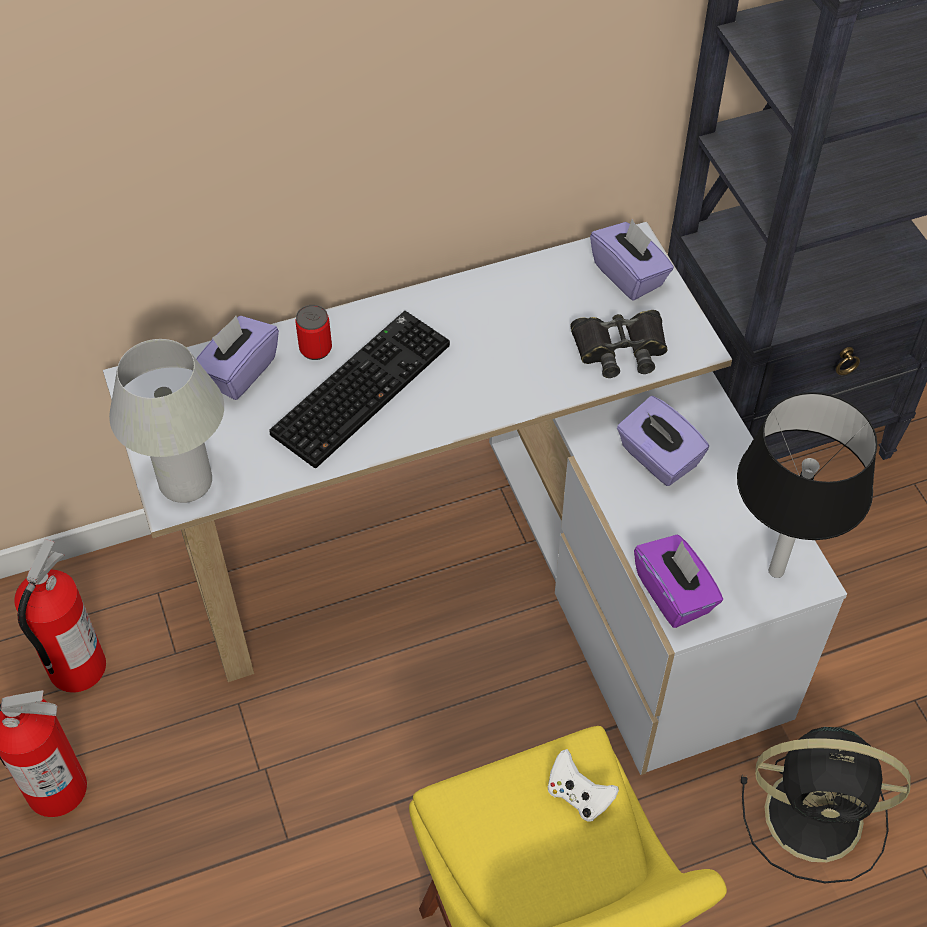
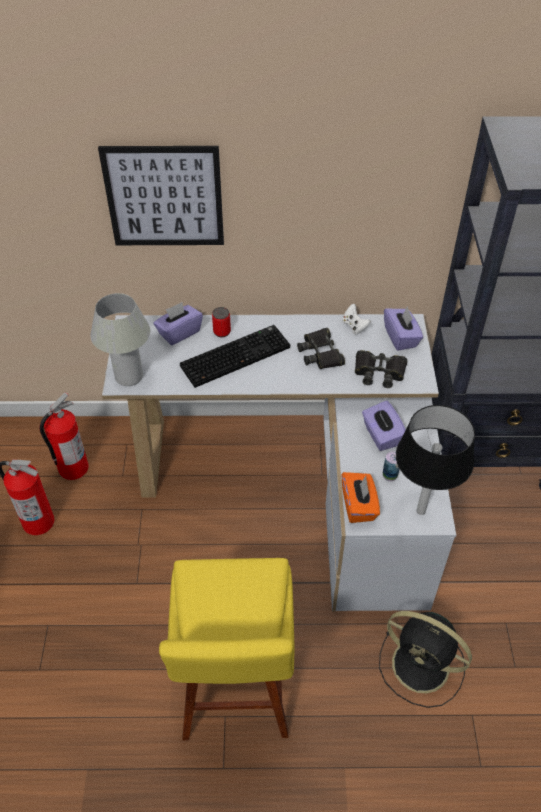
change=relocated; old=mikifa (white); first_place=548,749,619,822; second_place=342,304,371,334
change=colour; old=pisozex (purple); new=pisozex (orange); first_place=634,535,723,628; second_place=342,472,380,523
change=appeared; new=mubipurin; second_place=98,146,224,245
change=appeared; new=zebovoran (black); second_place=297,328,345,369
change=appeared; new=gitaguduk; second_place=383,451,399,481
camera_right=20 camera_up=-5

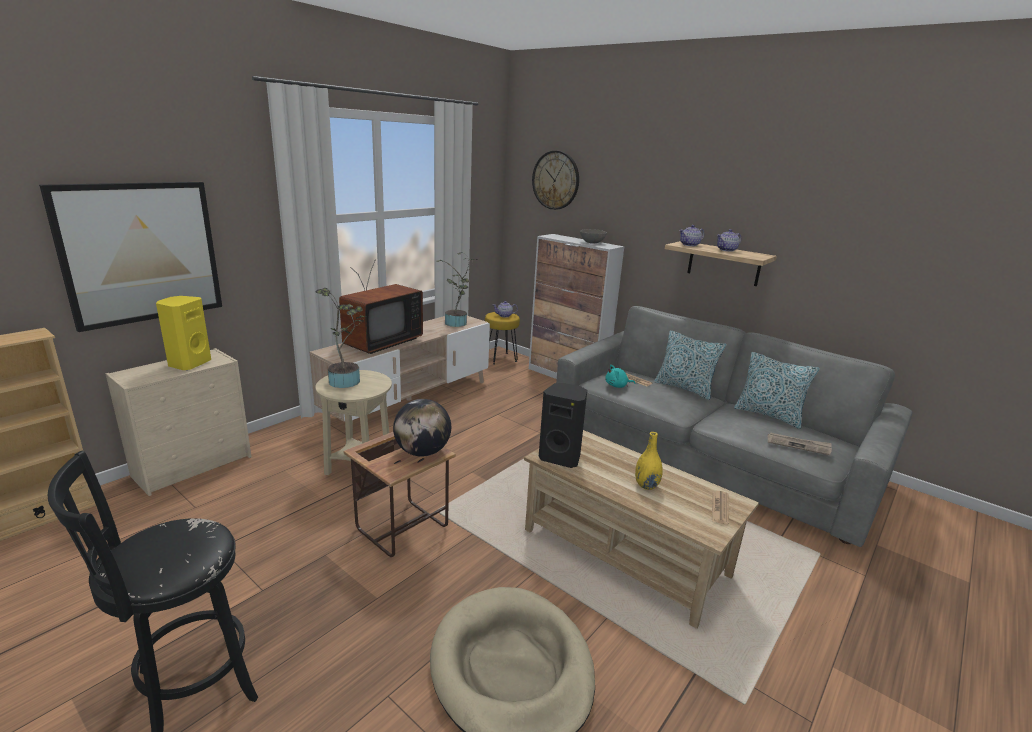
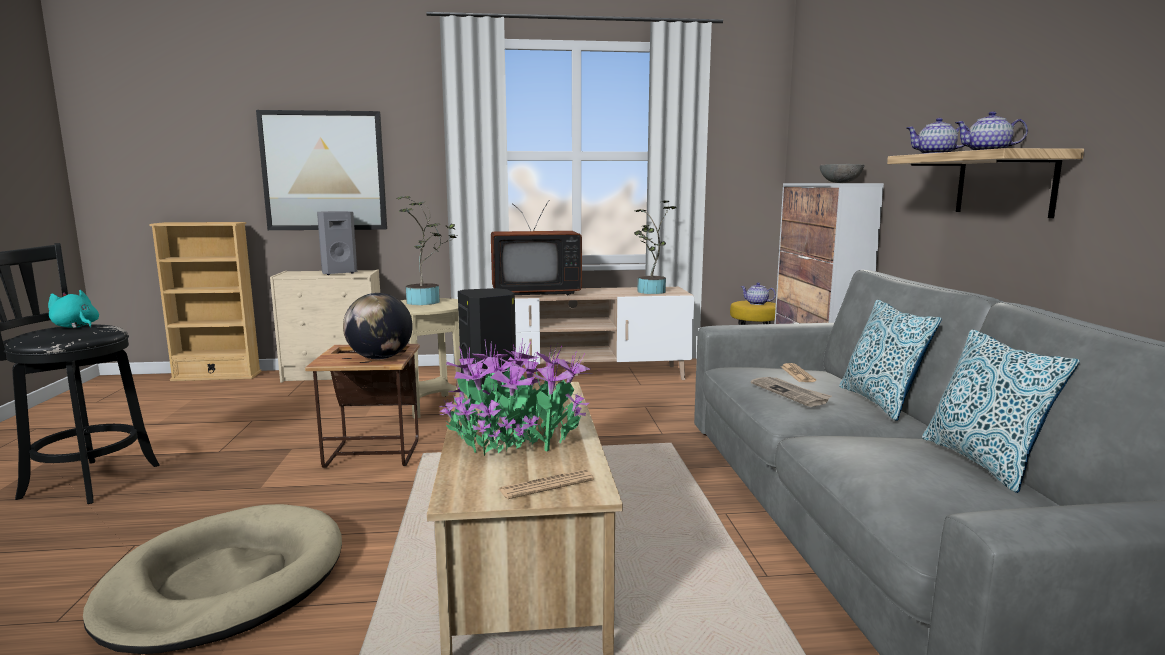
change=colour; old=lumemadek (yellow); new=lumemadek (grey); first_place=156,296,211,370; second_place=317,211,357,275
change=missing; old=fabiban; first_place=532,151,579,210
change=relocated; old=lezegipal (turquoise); first_place=605,365,635,388; second_place=48,290,99,328
change=exchanged; old=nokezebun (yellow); new=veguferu; first_place=635,432,663,490; second_place=439,338,592,456
change=relocated; old=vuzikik; first_place=768,432,832,455; second_place=751,377,832,407
camera_right=45 camera_up=-10

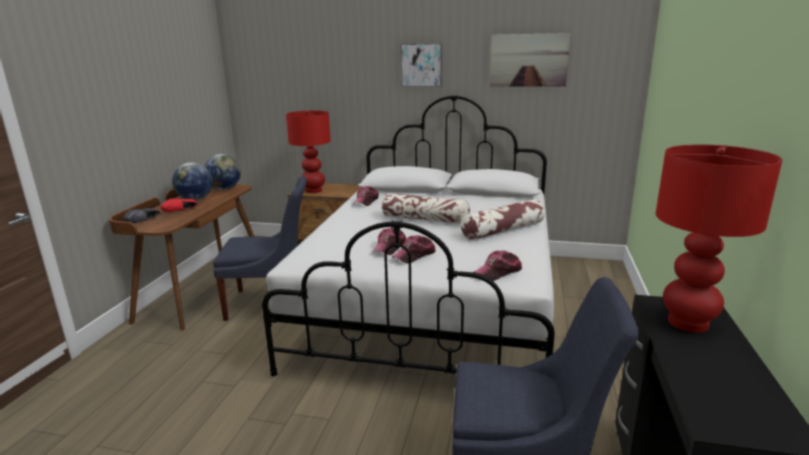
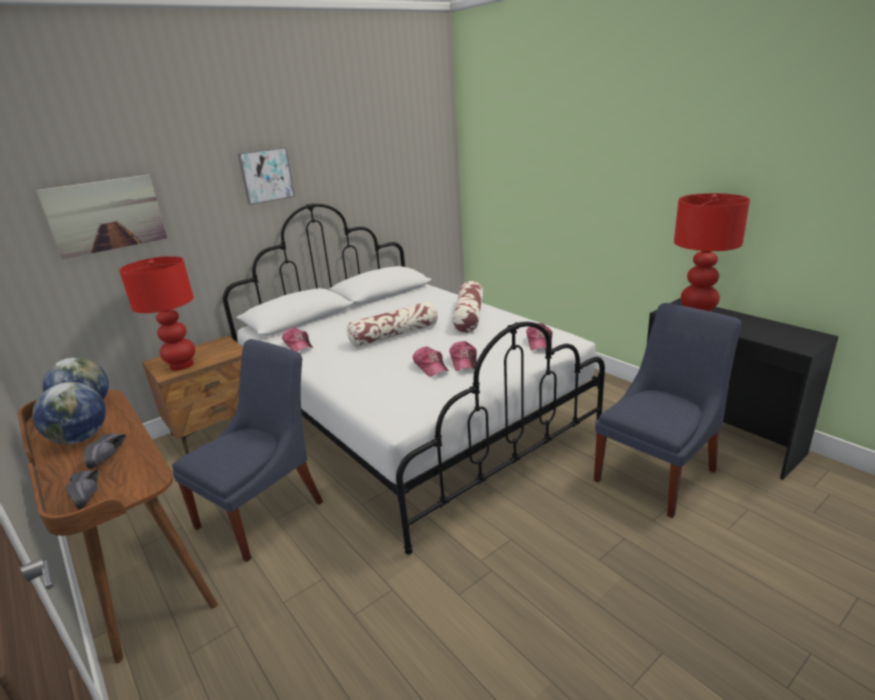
change=colour; old=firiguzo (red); new=firiguzo (black); first_place=161,198,198,212; second_place=84,433,126,469
change=relocated; old=mubipurin; first_place=490,33,570,87; second_place=37,175,167,259
camera_right=-50 camera_up=5

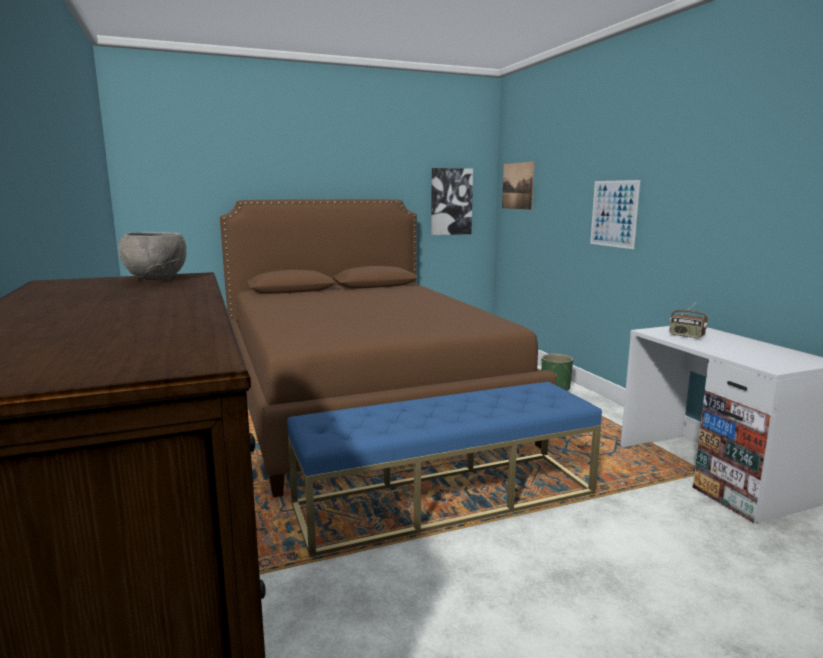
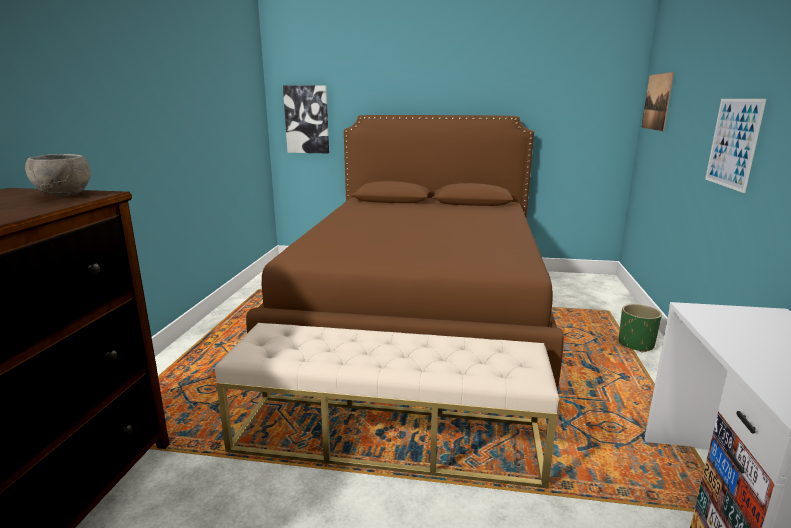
change=colour; old=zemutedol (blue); new=zemutedol (beige); first_place=287,382,602,557; second_place=215,323,559,488
change=relocated; old=mubipurin; first_place=431,168,473,235; second_place=283,85,329,153
change=missing; old=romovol; first_place=669,301,708,339
camera_right=30 camera_up=5

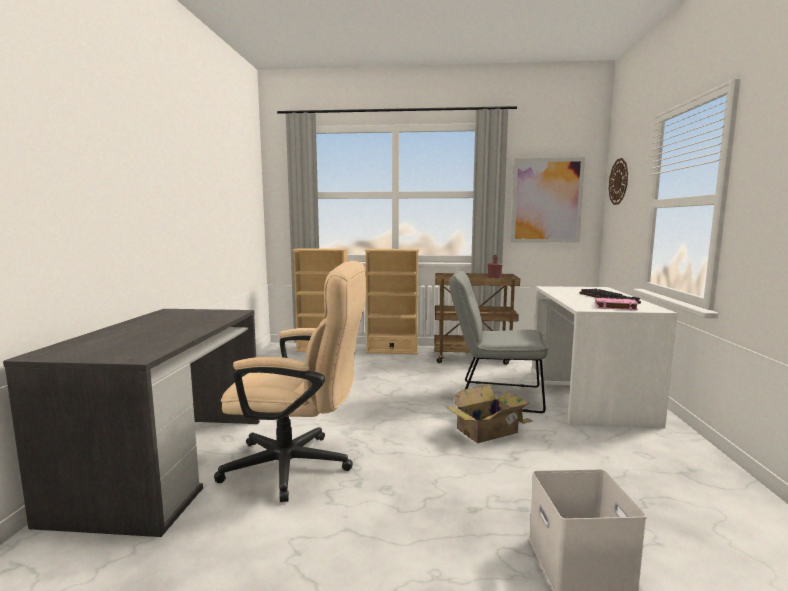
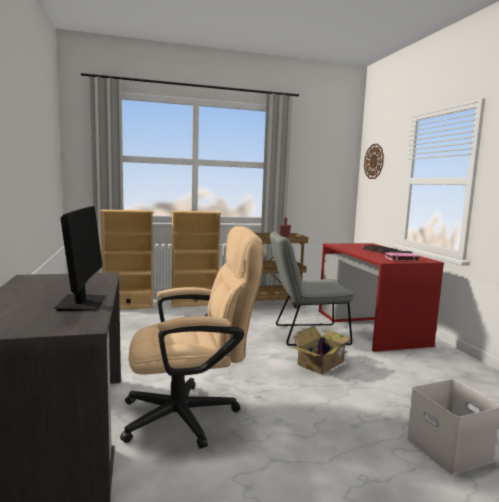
change=missing; old=mubipurin; first_place=511,158,585,243
change=colour; old=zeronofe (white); new=zeronofe (red); first_place=532,286,678,428; second_place=319,243,444,352
change=appeared; new=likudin; second_place=54,206,107,311
camera_right=-20 camera_up=0

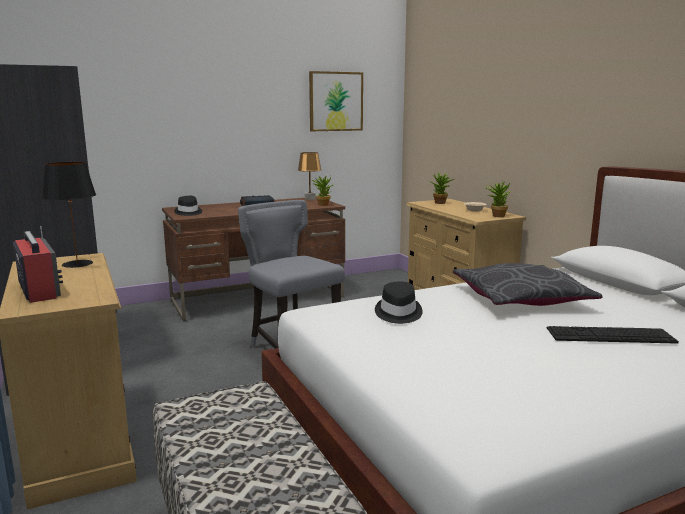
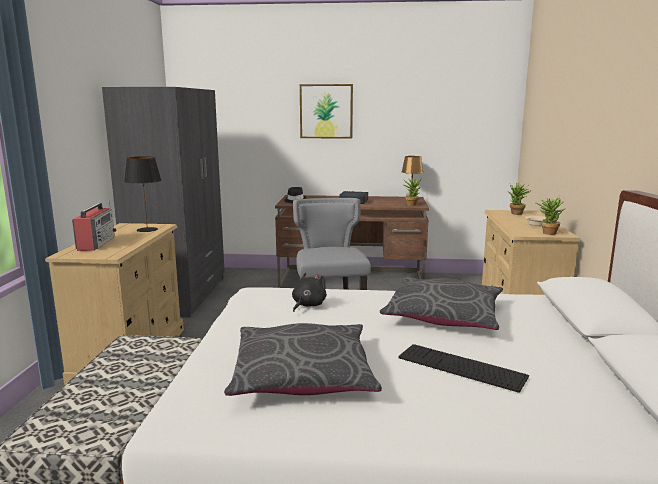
change=relocated; old=mubipurin; first_place=309,71,363,131; second_place=300,84,353,139
change=exchanged; old=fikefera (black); new=lezegipal (black); first_place=375,282,423,324; second_place=292,273,327,312
change=appeared; new=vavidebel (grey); second_place=224,323,382,396
camera_right=30 camera_up=0

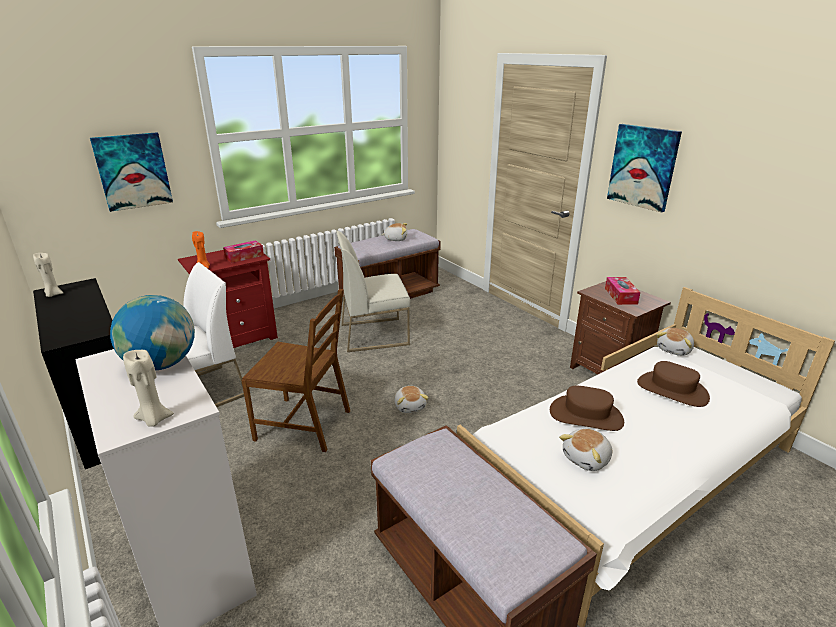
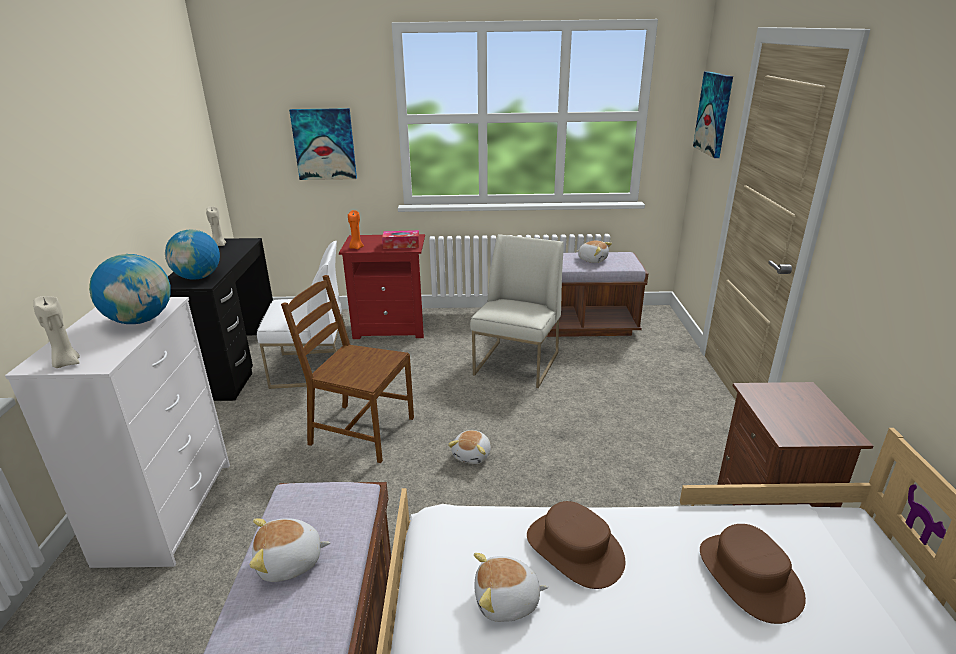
change=spun; old=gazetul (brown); first_place=241,289,350,452; second_place=281,275,414,463; degrees=150
change=spun; old=gazetul (white); first_place=336,231,410,352; second_place=470,234,564,388; degrees=90
change=missing; old=pisozex; first_place=605,277,640,305
change=relocated; old=mubipurin; first_place=607,124,682,213; second_place=693,71,733,158
change=relocated; old=lezegipal; first_place=656,328,694,356; second_place=249,518,330,582
change=appeared; new=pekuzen; second_place=165,229,220,280
camera_right=35 camera_up=0

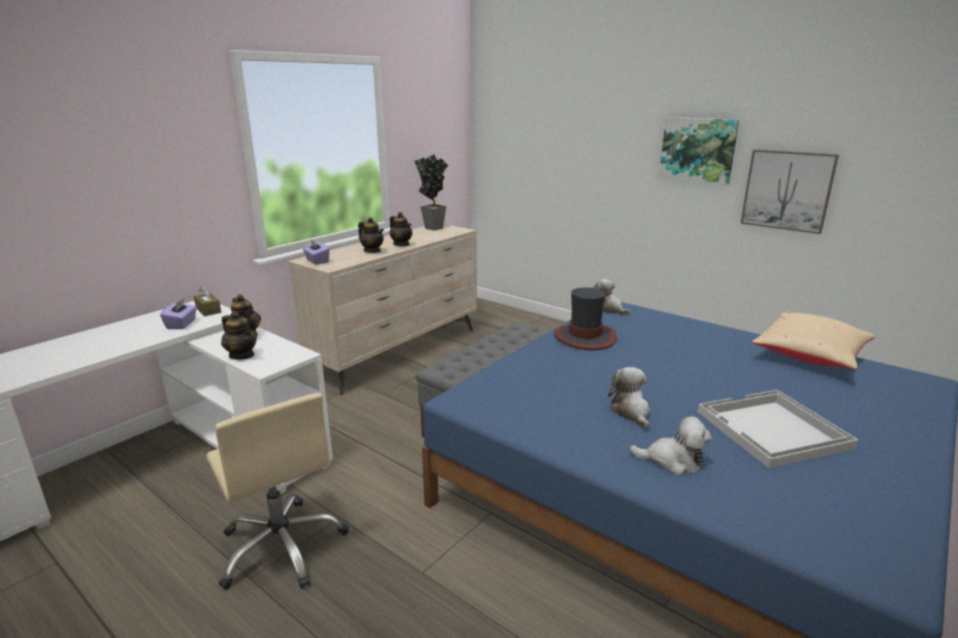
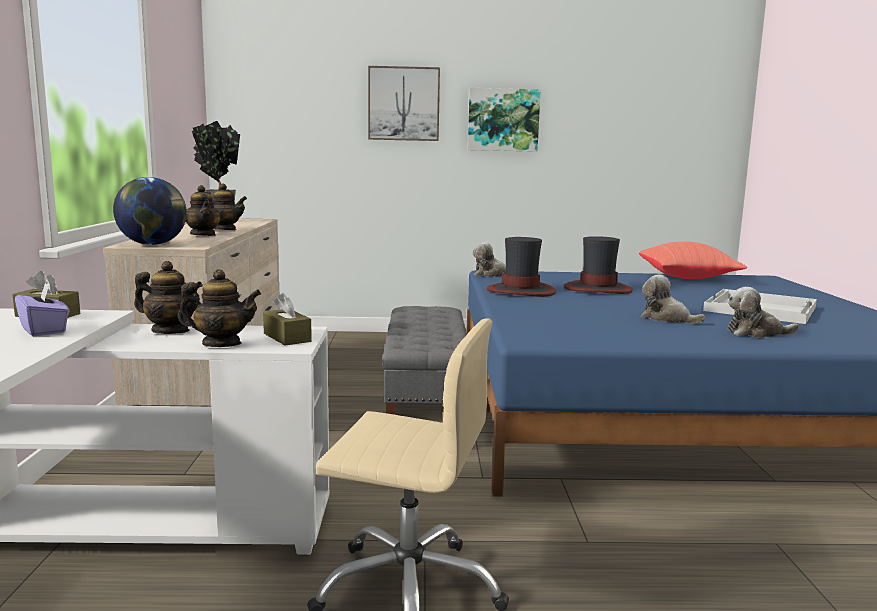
change=exchanged; old=pisozex (purple); new=pekuzen; first_place=303,239,329,264; second_place=113,177,187,245
change=spun; old=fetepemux; first_place=358,217,384,253; second_place=185,185,222,236; degrees=60
change=spun; old=lezegipal; first_place=630,416,712,476; second_place=728,287,799,338; degrees=-150
change=relocated; old=mubipurin; first_place=740,149,839,234; second_place=368,66,440,141
change=colour; old=vavidebel (beige); new=vavidebel (red); first_place=752,313,876,370; second_place=639,241,747,279
change=appeared; new=pisozex (brown); second_place=263,293,312,346
change=appeared; new=fikefera; second_place=564,236,633,294
camera_right=-40 camera_up=-10

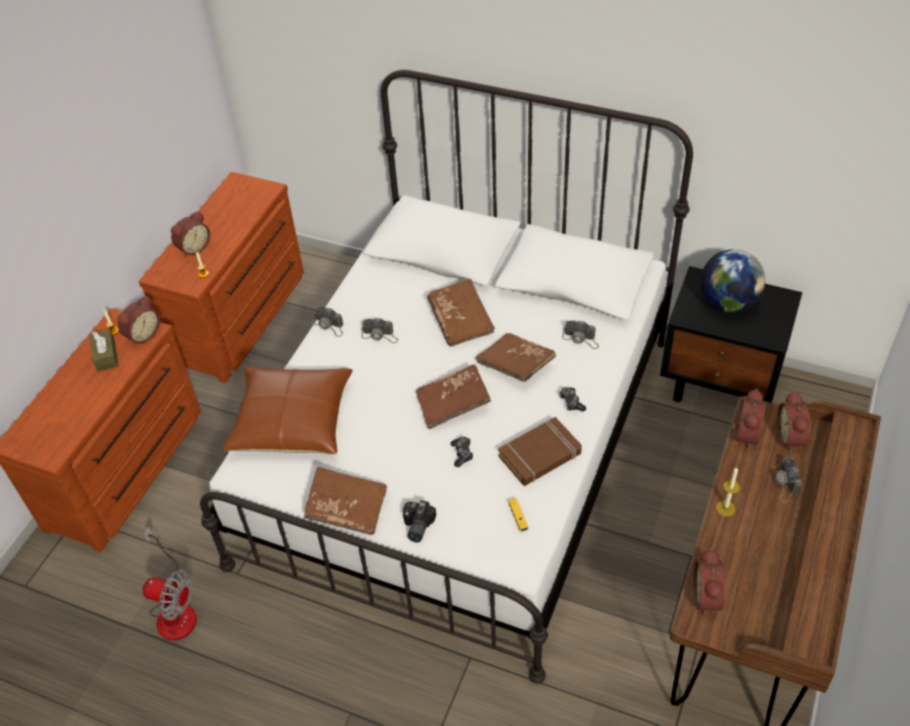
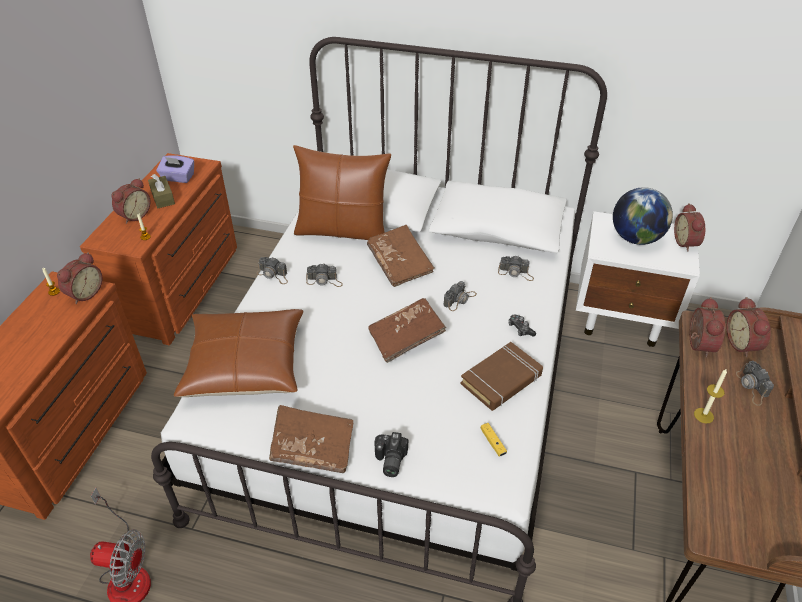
change=relocated; old=pisozex (brown); first_place=89,329,118,372; second_place=148,174,175,208
change=missing; old=mikifa; first_place=451,436,473,467
change=exchanged; old=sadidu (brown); new=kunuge; first_place=476,333,556,382; second_place=443,281,477,311
change=colour; old=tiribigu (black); new=tiribigu (white); first_place=660,266,802,403; second_place=576,211,700,347
change=relocated; old=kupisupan; first_place=693,548,727,615; second_place=674,203,705,252
change=appeared; new=pisozex (purple); second_place=156,155,194,183
change=appeared; new=vavidebel (brown); second_place=293,145,391,240
camera_right=-10 camera_up=-5

